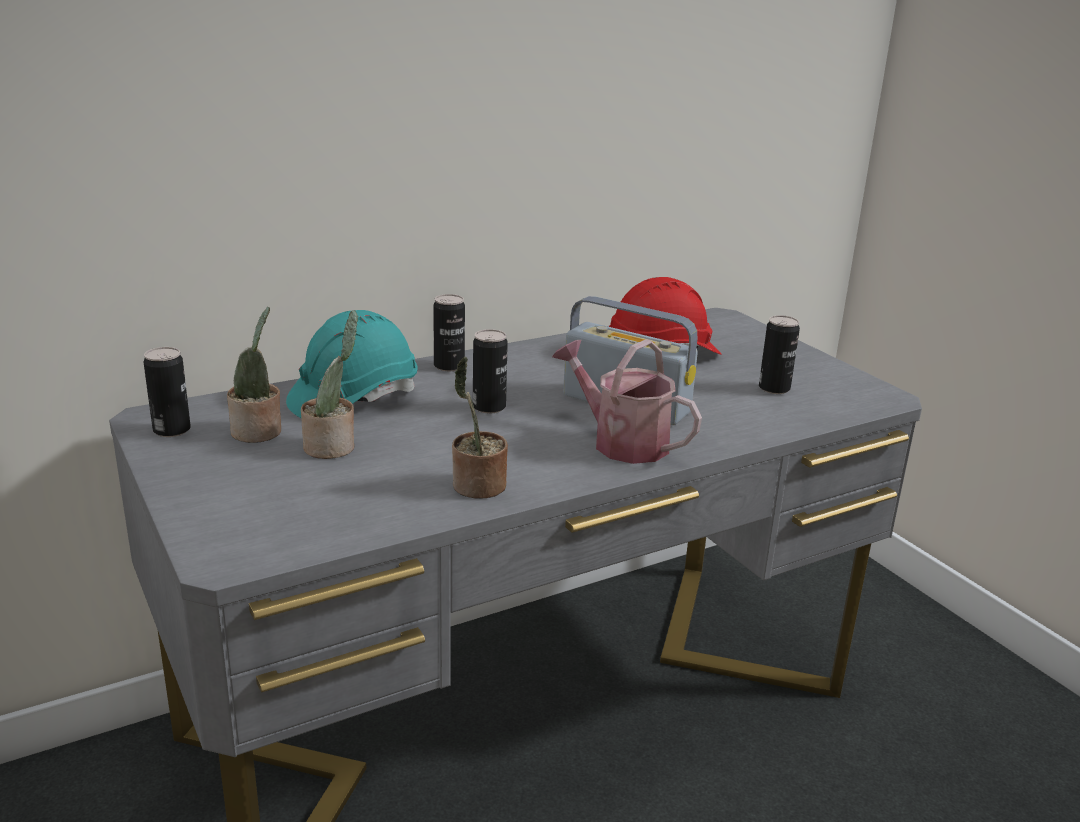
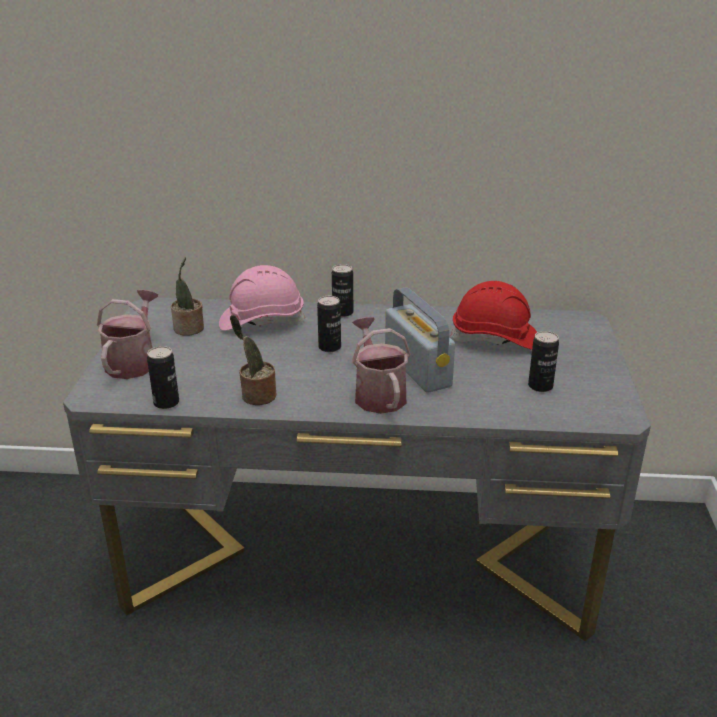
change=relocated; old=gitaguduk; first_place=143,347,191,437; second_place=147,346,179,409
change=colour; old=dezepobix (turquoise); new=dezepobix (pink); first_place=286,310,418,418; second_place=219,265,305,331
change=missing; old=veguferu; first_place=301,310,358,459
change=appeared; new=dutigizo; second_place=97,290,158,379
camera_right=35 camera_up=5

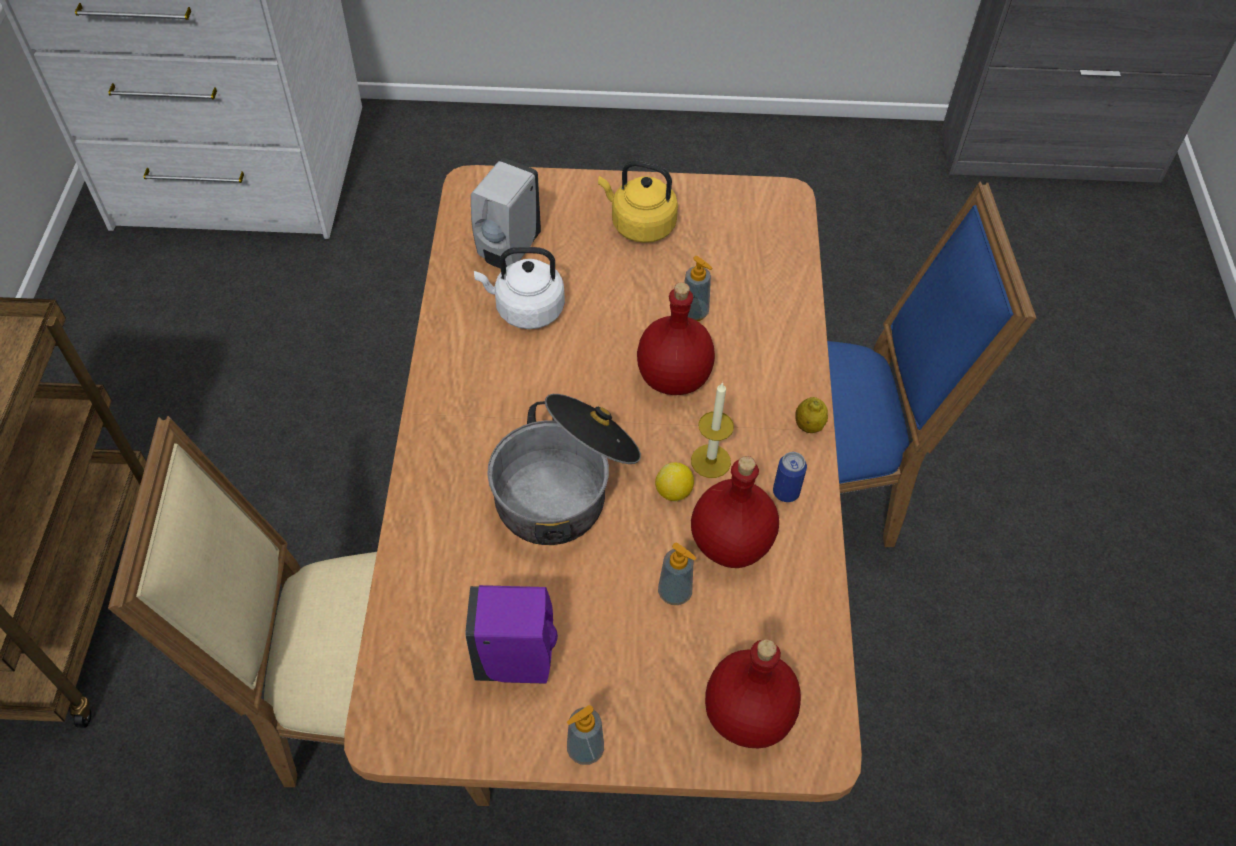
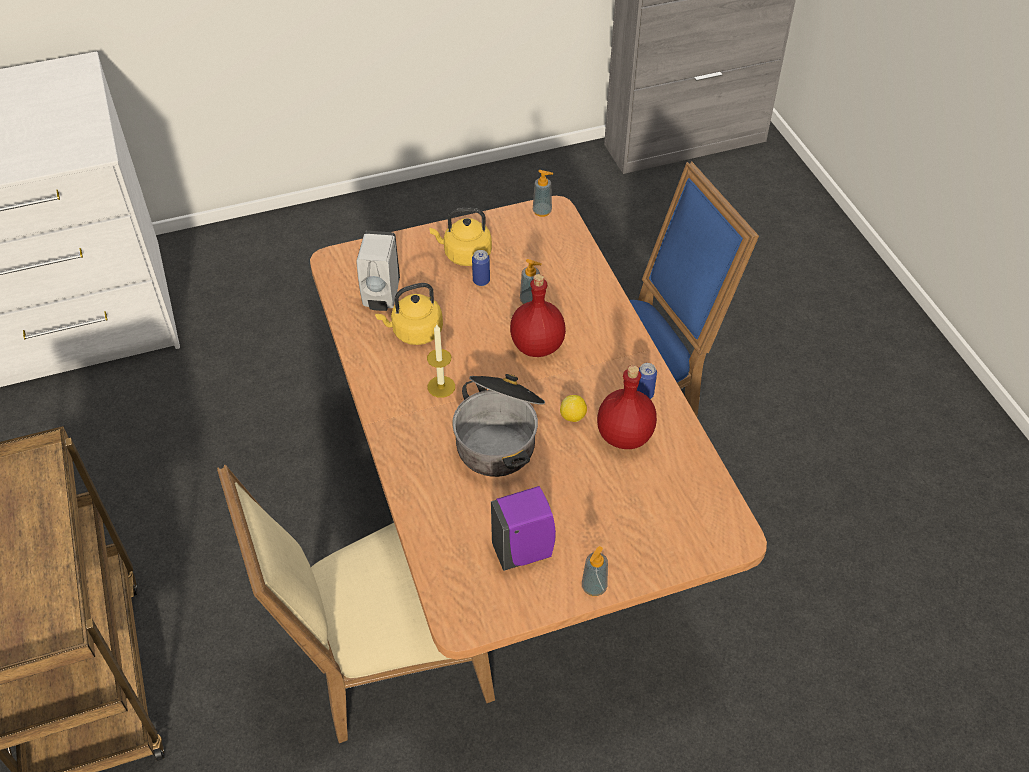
change=colour; old=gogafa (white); new=gogafa (yellow); first_place=474,247,565,329; second_place=375,283,443,345
change=relocated; old=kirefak; first_place=658,543,696,605; second_place=533,170,553,217
change=relocated; old=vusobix; first_place=691,382,734,478; second_place=427,324,455,398
change=missing; old=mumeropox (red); first_place=705,639,801,748
change=missing; old=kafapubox; first_place=795,397,828,433
change=appeared; new=gitaguduk; second_place=472,250,490,286
camera_right=-20 camera_up=-5

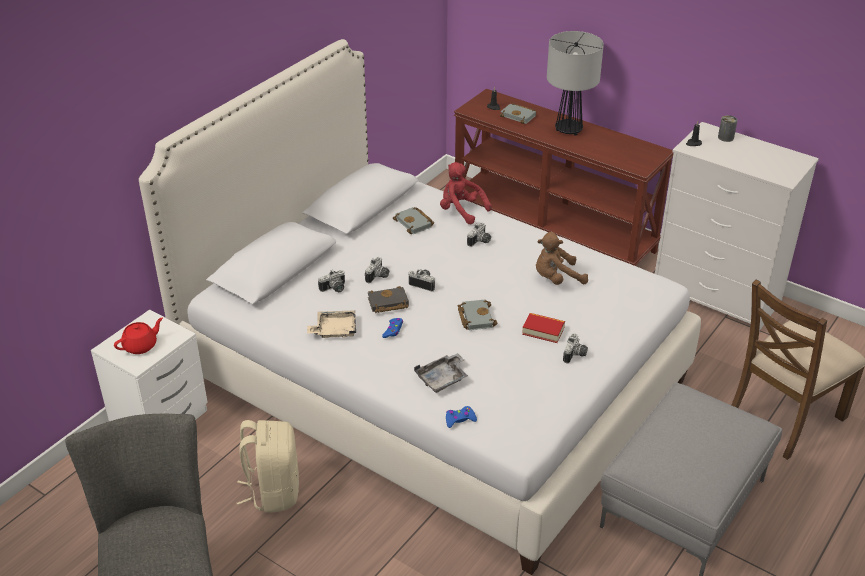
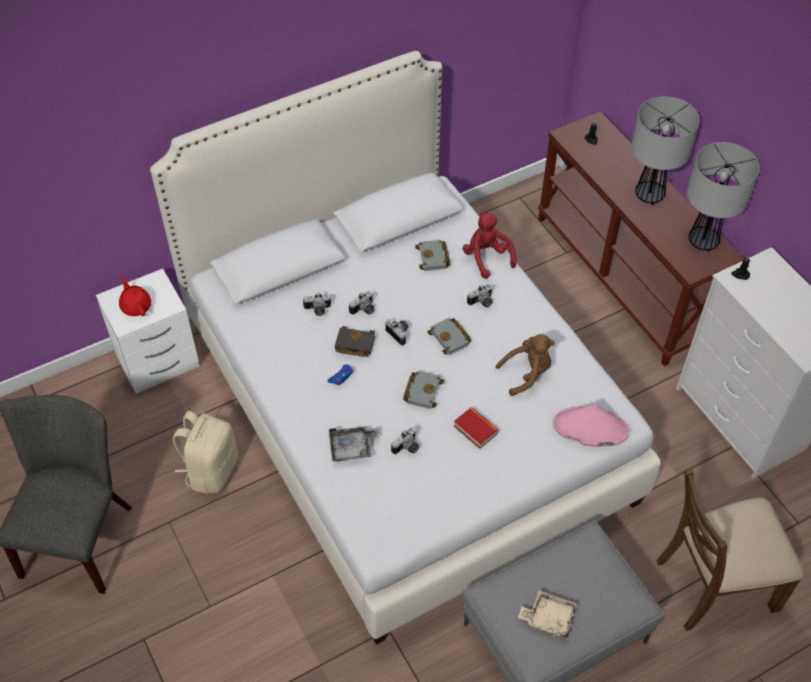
change=spun; old=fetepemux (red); first_place=114,318,163,354; second_place=119,277,151,316; degrees=-105
change=relocated; old=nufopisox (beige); first_place=307,310,356,338; second_place=518,590,577,638
change=missing; old=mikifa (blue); first_place=446,406,477,428
change=relocated; old=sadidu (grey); first_place=500,103,537,124; second_place=427,318,472,355
change=spun; old=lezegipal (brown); first_place=536,232,588,285; second_place=495,334,555,396; degrees=150
change=relocated; old=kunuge; first_place=563,333,588,364; second_place=391,427,419,454
change=missing; old=gitaguduk; first_place=718,115,738,142
change=appeared; new=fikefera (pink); second_place=553,404,630,447
change=appeared; new=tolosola; second_place=687,142,760,252
camera_right=25 camera_up=15

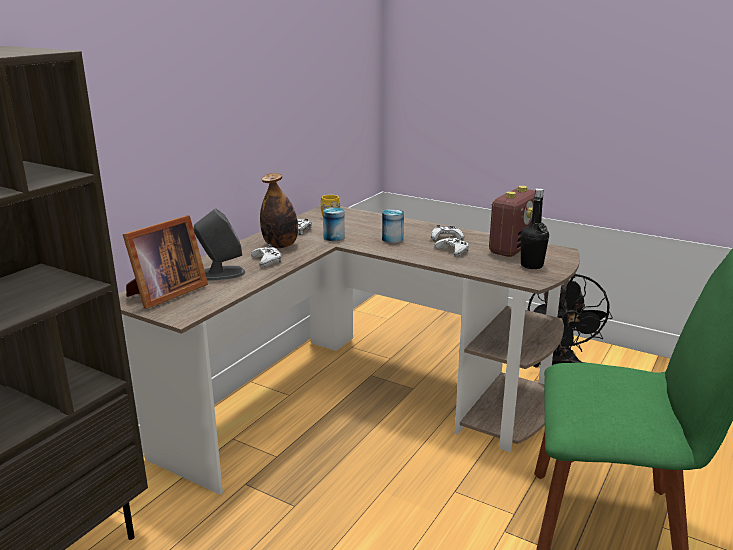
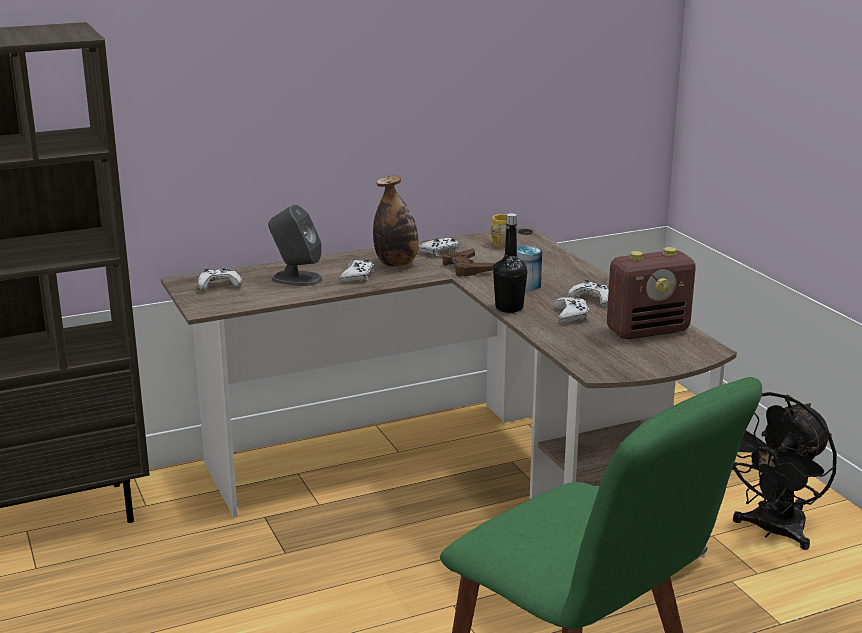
change=exchanged; old=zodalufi; new=mikifa (white); first_place=123,215,208,309; second_place=198,268,242,291
change=exchanged; old=gitaguduk; new=mikifa (brown); first_place=323,208,345,241; second_place=443,248,495,277
change=relocated; old=mumeropox (black); first_place=521,188,549,269; second_place=493,213,527,313
camera_right=35 camera_up=0

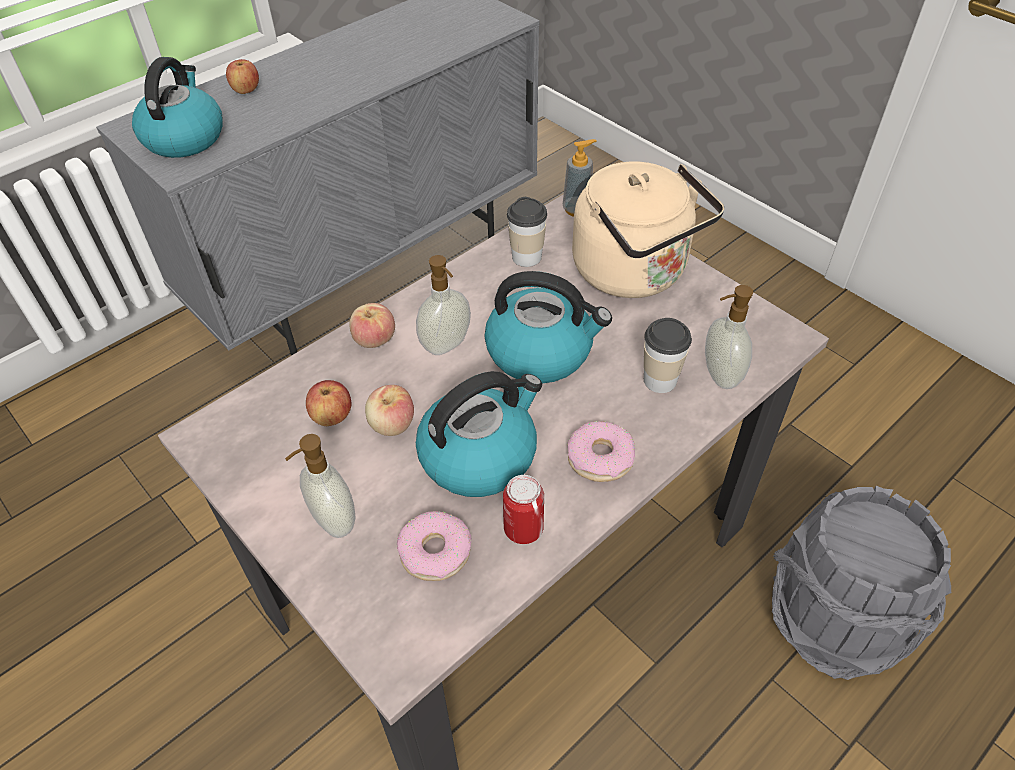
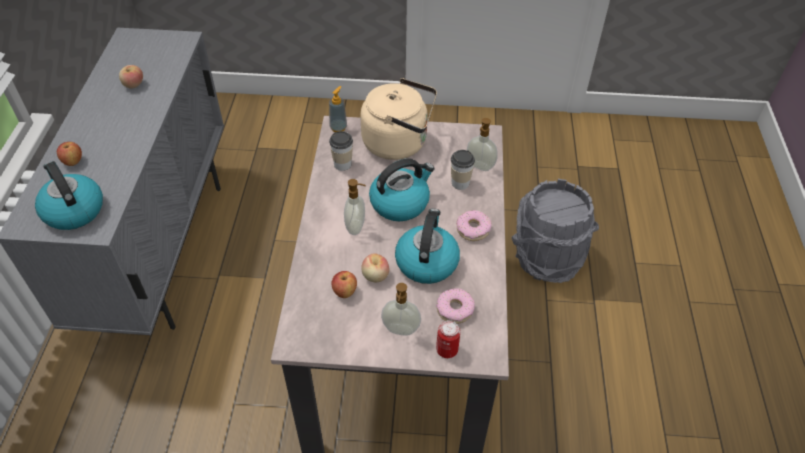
change=relocated; old=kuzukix; first_place=349,303,395,348; second_place=119,65,143,89
change=relocated; old=gitaguduk; first_place=503,475,544,544; second_place=436,320,460,358
camera_right=-45 camera_up=0

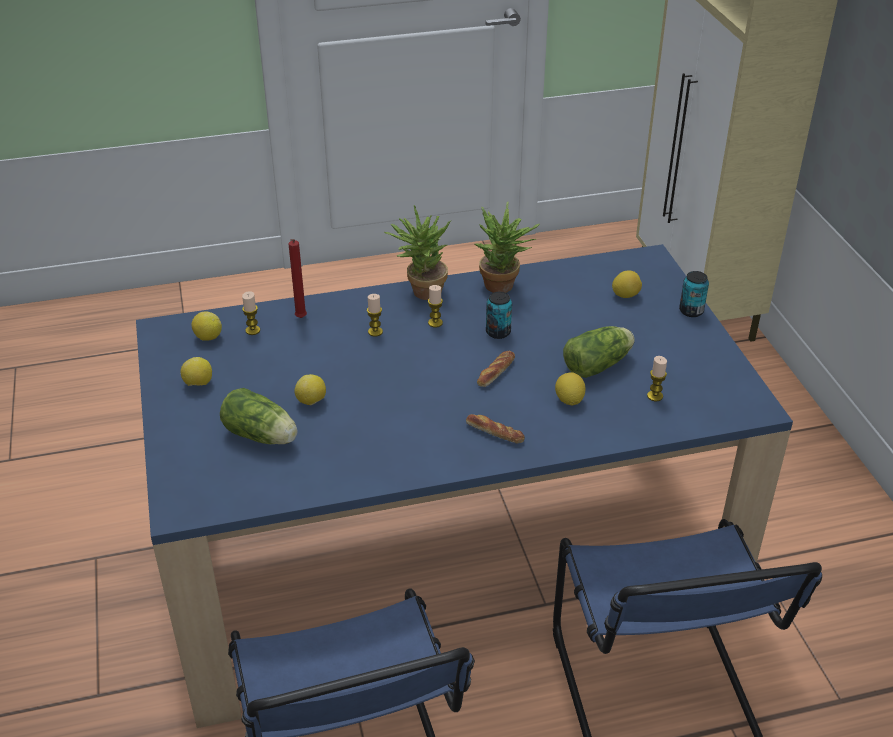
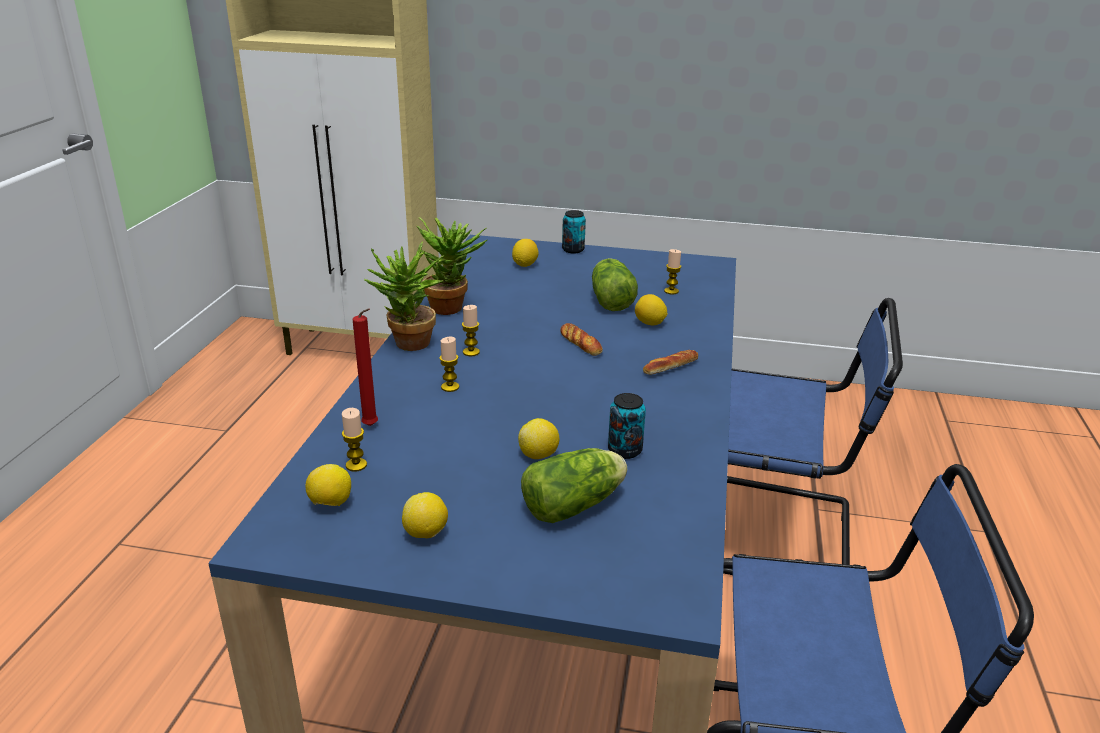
change=relocated; old=gitaguduk; first_place=486,292,512,339; second_place=608,393,646,459
camera_right=-65 camera_up=-10

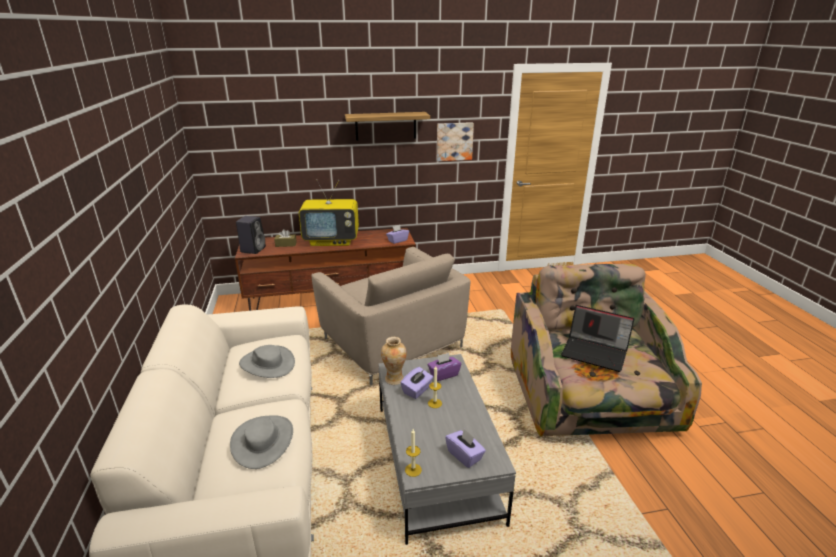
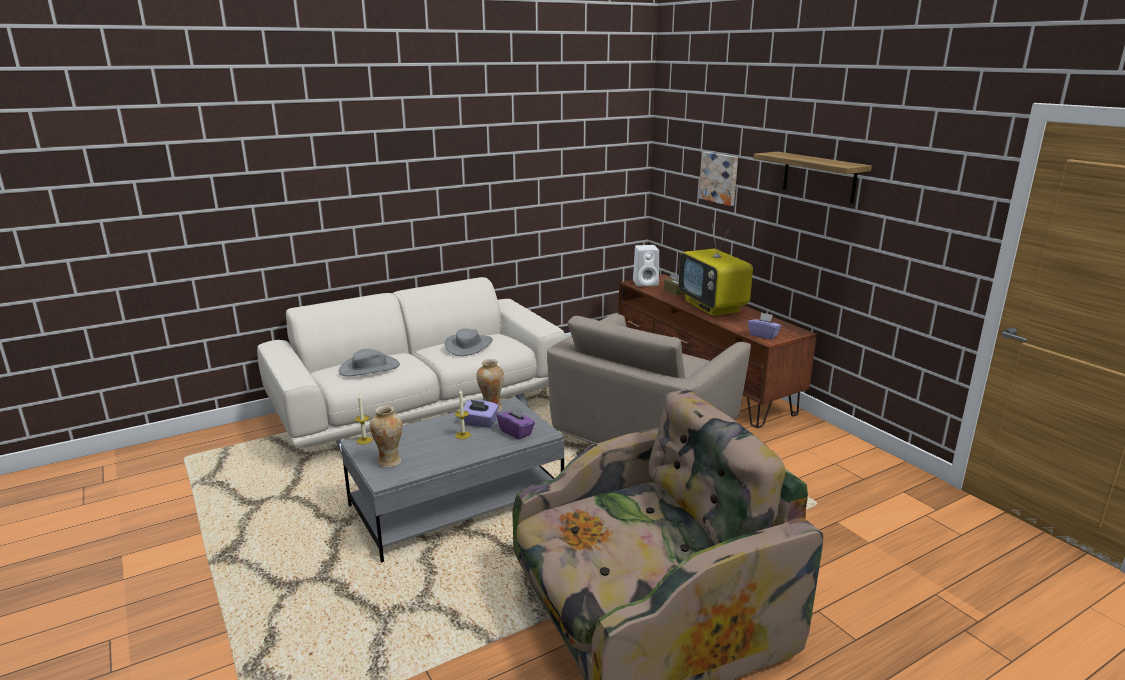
change=colour; old=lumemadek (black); new=lumemadek (white); first_place=236,216,266,254; second_place=633,245,659,287
change=relocated; old=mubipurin; first_place=437,122,474,161; second_place=699,152,738,206
change=exchanged; old=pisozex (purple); new=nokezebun; first_place=445,429,486,468; second_place=370,405,403,468
change=missing; old=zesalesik; first_place=561,305,634,372
camera_right=70 camera_up=-5

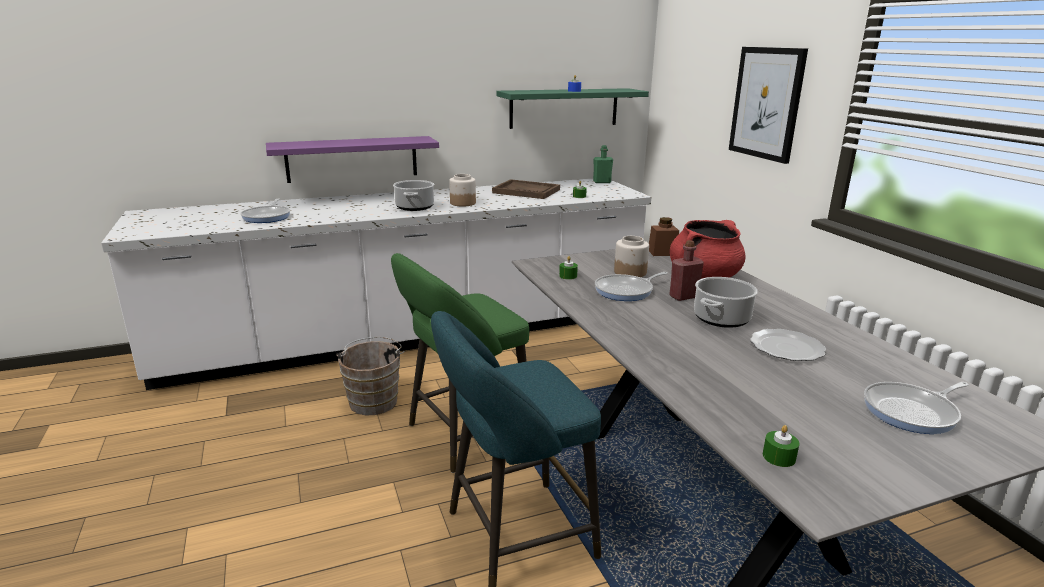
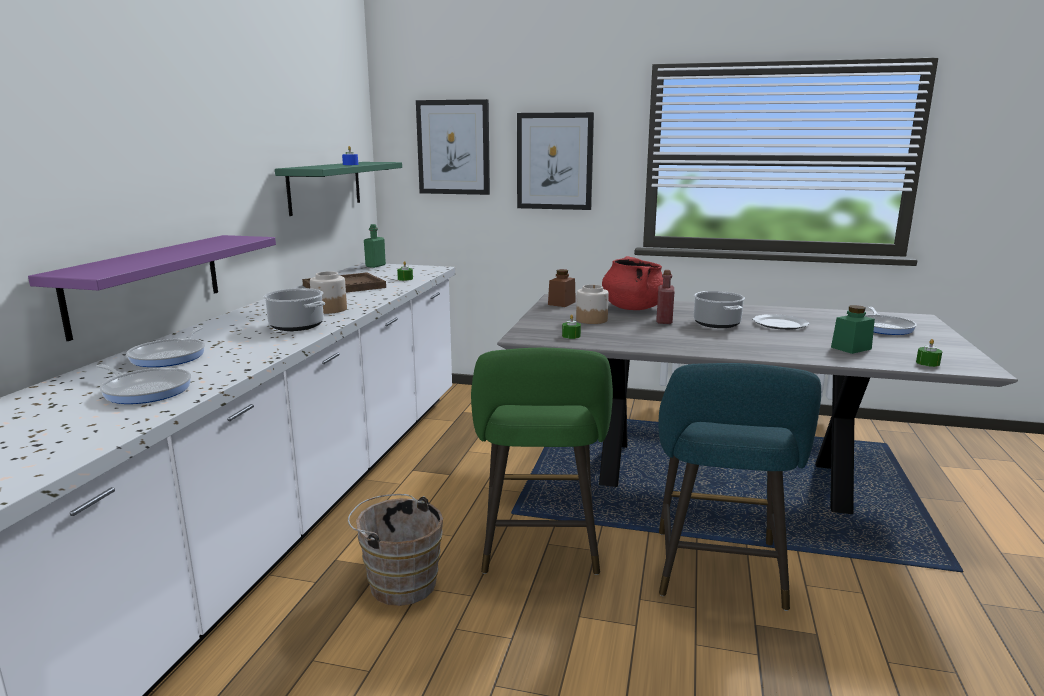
change=relocated; old=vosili; first_place=595,272,668,301; second_place=126,327,205,367
change=appeared; new=mubipurin; second_place=416,99,490,195
change=appeared; new=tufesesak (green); second_place=831,305,875,354
camera_right=-55 camera_up=-5

